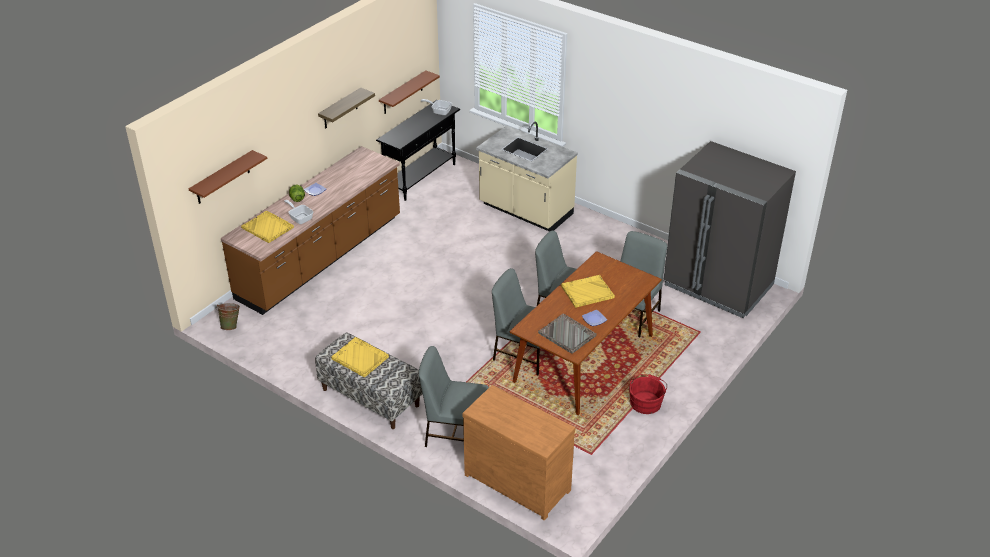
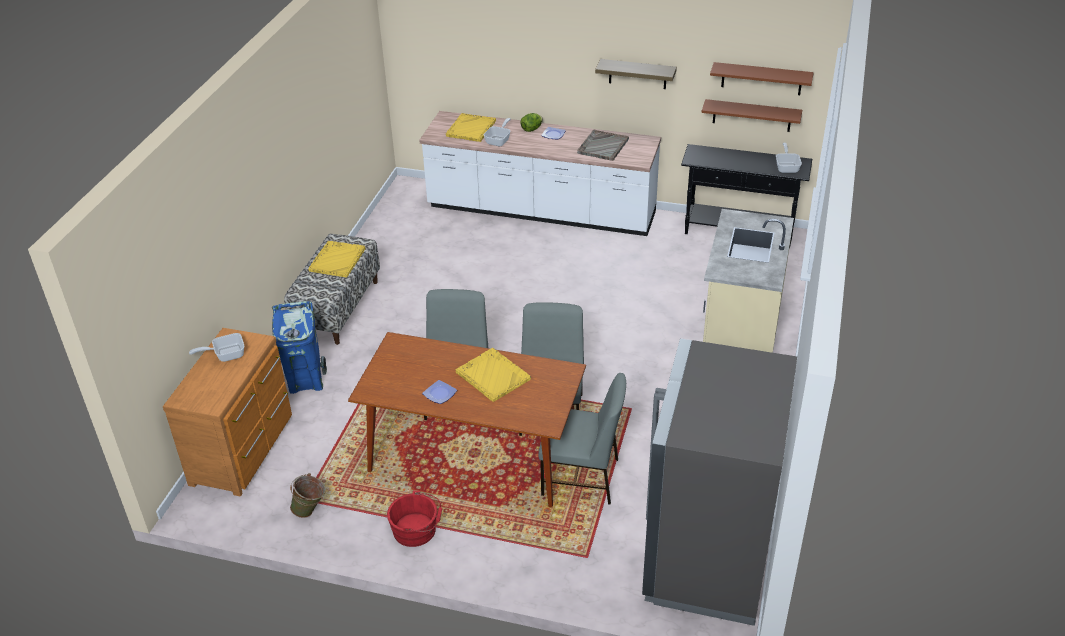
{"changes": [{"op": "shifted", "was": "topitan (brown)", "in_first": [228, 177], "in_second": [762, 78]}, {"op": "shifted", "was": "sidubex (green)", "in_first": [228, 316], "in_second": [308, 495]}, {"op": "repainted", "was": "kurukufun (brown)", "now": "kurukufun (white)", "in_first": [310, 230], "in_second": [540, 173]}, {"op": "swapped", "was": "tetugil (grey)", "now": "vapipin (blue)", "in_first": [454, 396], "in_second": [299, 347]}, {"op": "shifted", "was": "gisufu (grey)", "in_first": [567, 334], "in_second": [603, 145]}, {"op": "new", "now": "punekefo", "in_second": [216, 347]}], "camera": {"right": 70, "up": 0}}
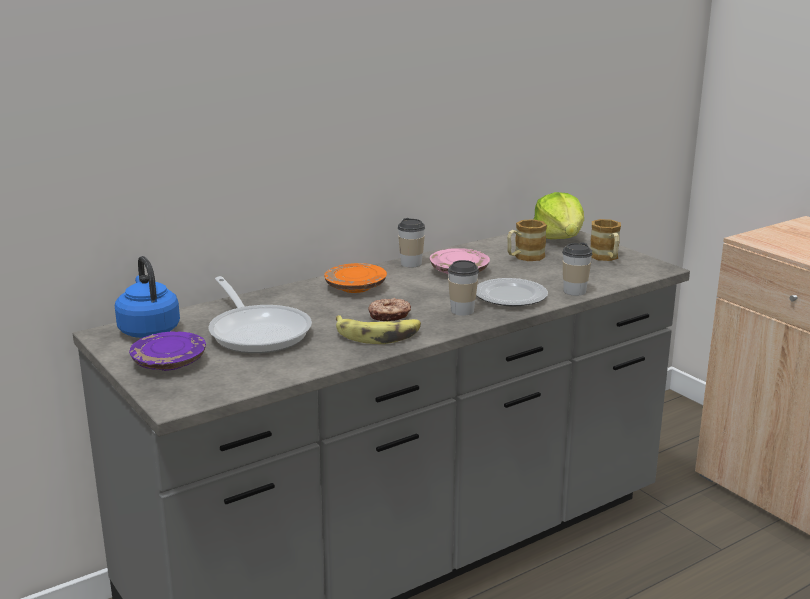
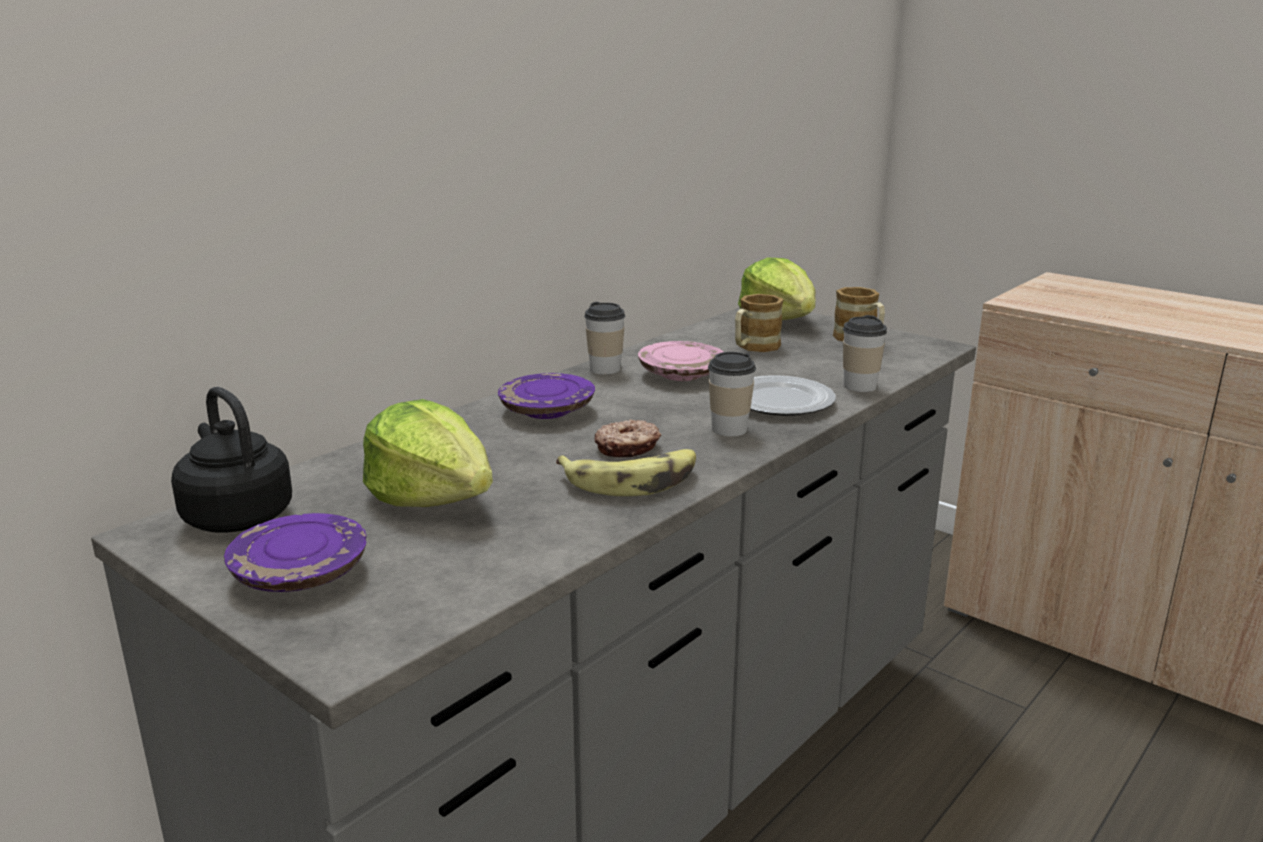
{"changes": [{"op": "repainted", "was": "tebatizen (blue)", "now": "tebatizen (black)", "in_first": [147, 297], "in_second": [231, 460]}, {"op": "swapped", "was": "punekefo", "now": "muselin", "in_first": [260, 314], "in_second": [428, 453]}, {"op": "repainted", "was": "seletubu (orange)", "now": "seletubu (purple)", "in_first": [355, 278], "in_second": [546, 396]}], "camera": {"right": -15, "up": 0}}
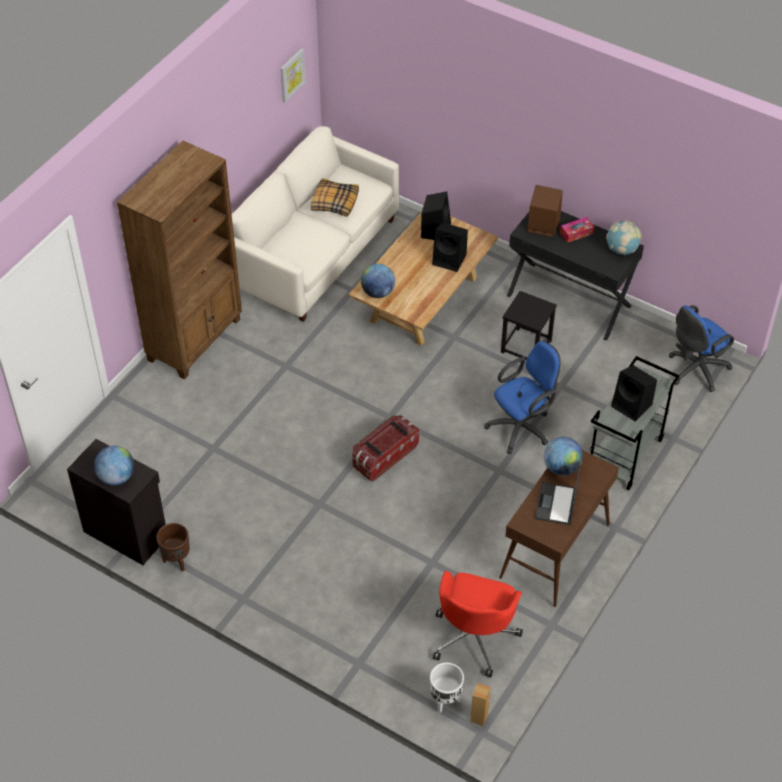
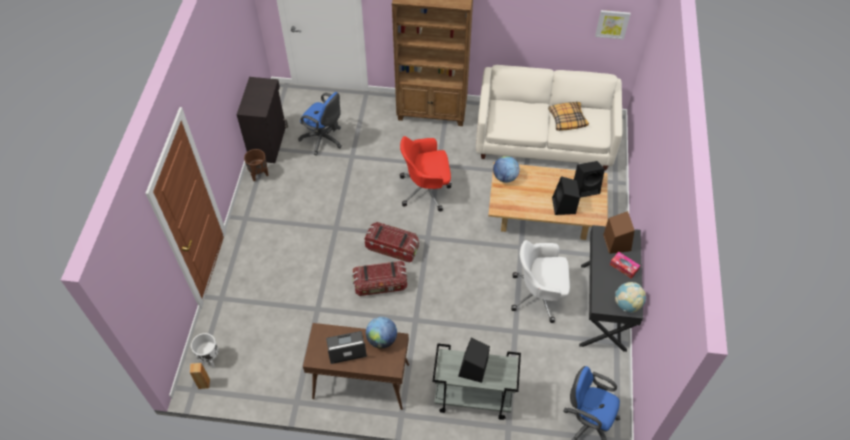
{"changes": [{"op": "gone", "was": "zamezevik", "in_first": [114, 465]}, {"op": "shifted", "was": "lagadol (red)", "in_first": [478, 624], "in_second": [426, 174]}, {"op": "shifted", "was": "lagadol (blue)", "in_first": [522, 397], "in_second": [320, 124]}, {"op": "swapped", "was": "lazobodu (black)", "now": "lagadol (white)", "in_first": [529, 325], "in_second": [540, 281]}, {"op": "new", "now": "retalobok", "in_second": [379, 278]}], "camera": {"right": 65, "up": 5}}
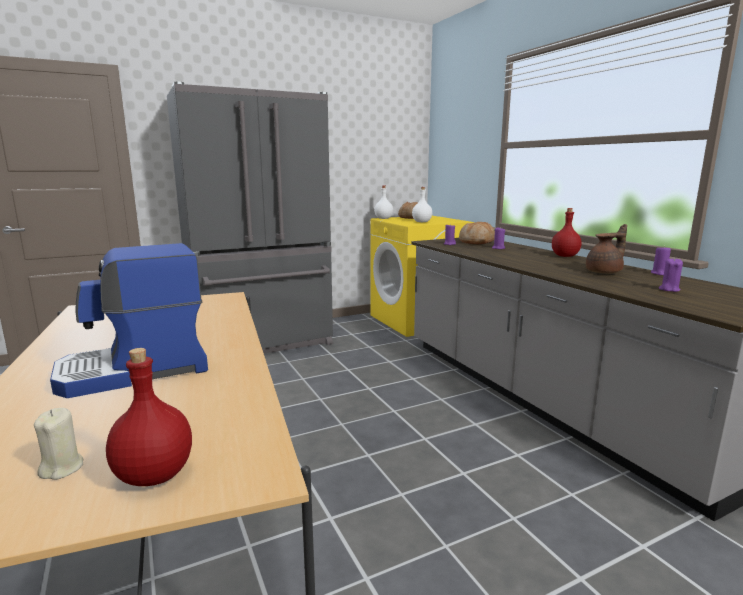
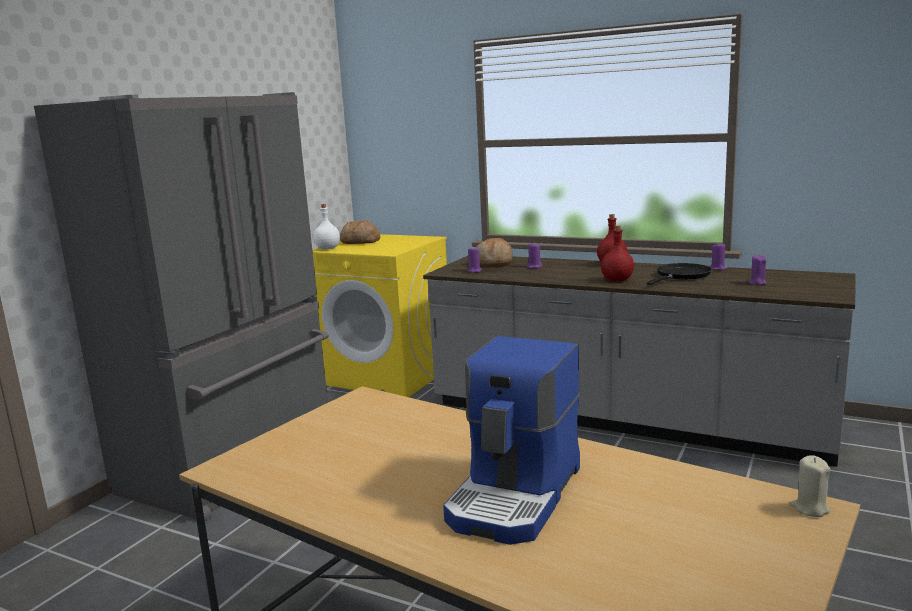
{"changes": [{"op": "shifted", "was": "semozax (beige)", "in_first": [58, 444], "in_second": [810, 486]}, {"op": "shifted", "was": "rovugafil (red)", "in_first": [149, 417], "in_second": [617, 253]}, {"op": "gone", "was": "rovugafil (white)", "in_first": [422, 204]}, {"op": "swapped", "was": "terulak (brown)", "now": "punekefo (black)", "in_first": [606, 248], "in_second": [679, 274]}], "camera": {"right": -35, "up": 0}}
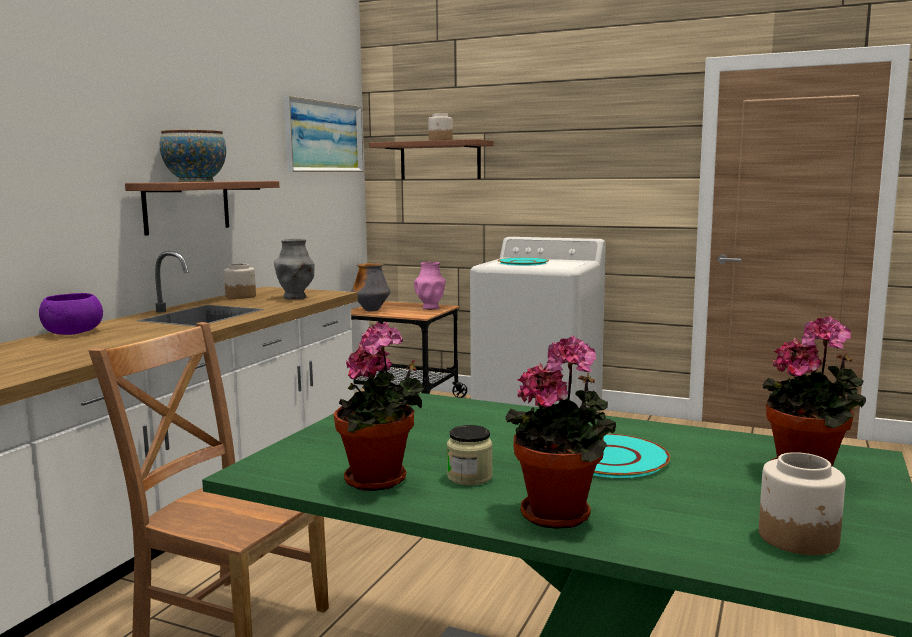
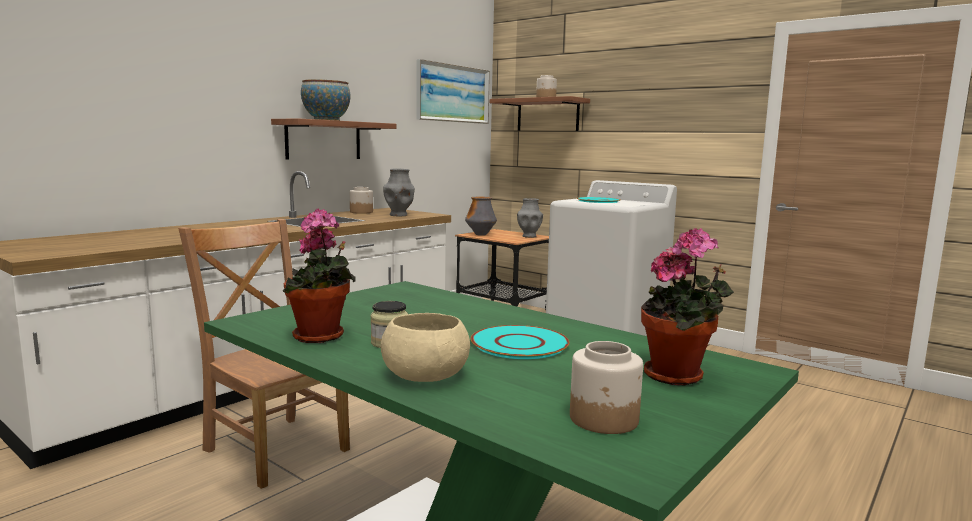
{"changes": [{"op": "gone", "was": "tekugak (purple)", "in_first": [71, 314]}, {"op": "repainted", "was": "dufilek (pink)", "now": "dufilek (grey)", "in_first": [430, 286], "in_second": [530, 218]}, {"op": "swapped", "was": "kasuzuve", "now": "tekugak (beige)", "in_first": [560, 432], "in_second": [425, 347]}], "camera": {"right": 15, "up": 0}}
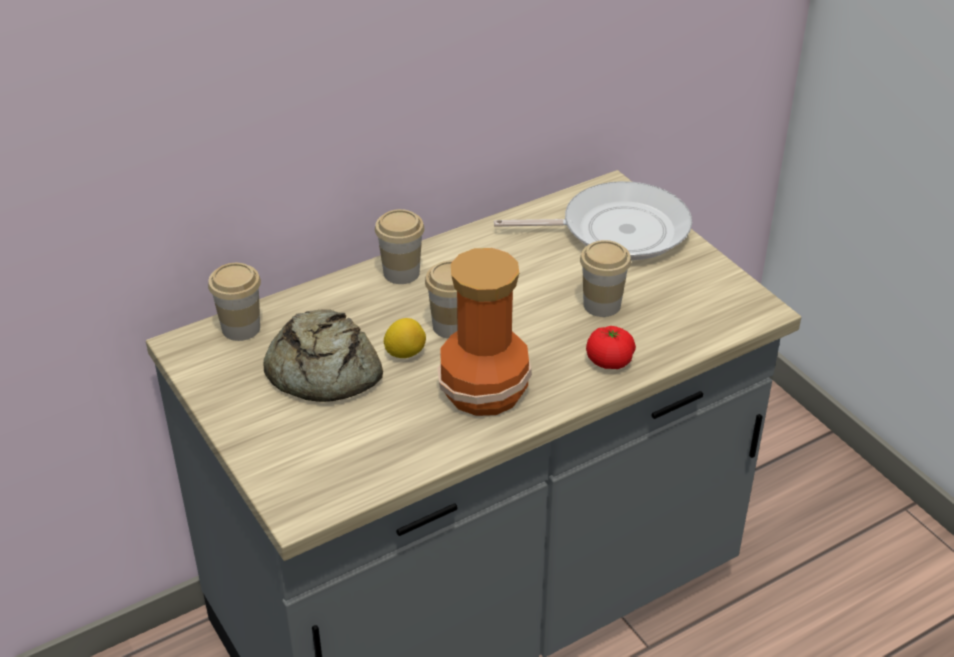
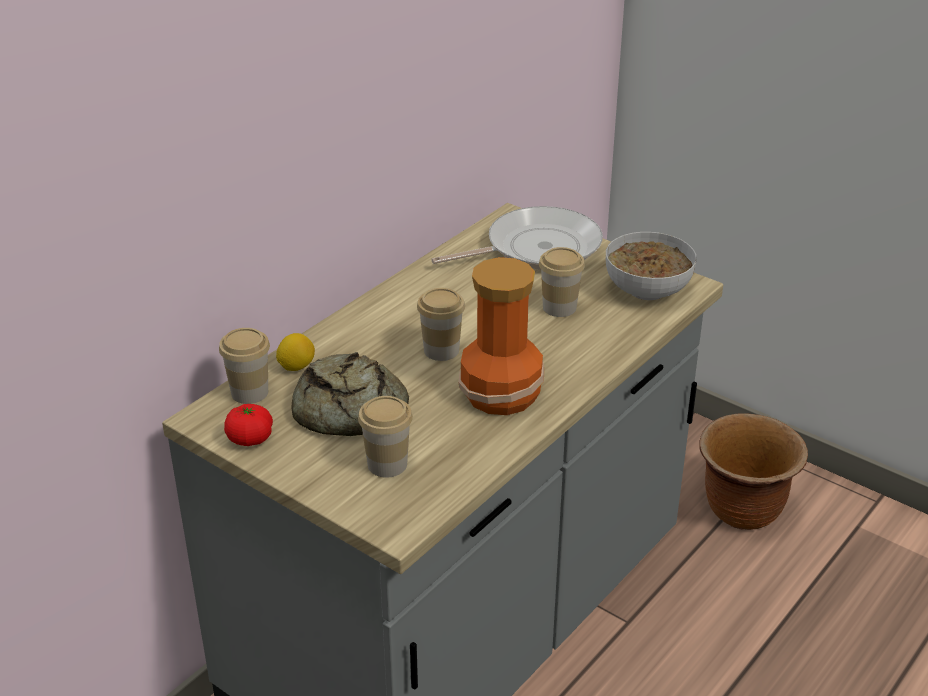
{"changes": [{"op": "shifted", "was": "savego", "in_first": [399, 246], "in_second": [385, 437]}, {"op": "shifted", "was": "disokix", "in_first": [405, 338], "in_second": [295, 352]}, {"op": "shifted", "was": "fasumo", "in_first": [611, 347], "in_second": [248, 425]}, {"op": "new", "now": "tekugak", "in_second": [651, 266]}, {"op": "new", "now": "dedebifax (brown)", "in_second": [753, 471]}], "camera": {"right": -20, "up": -5}}
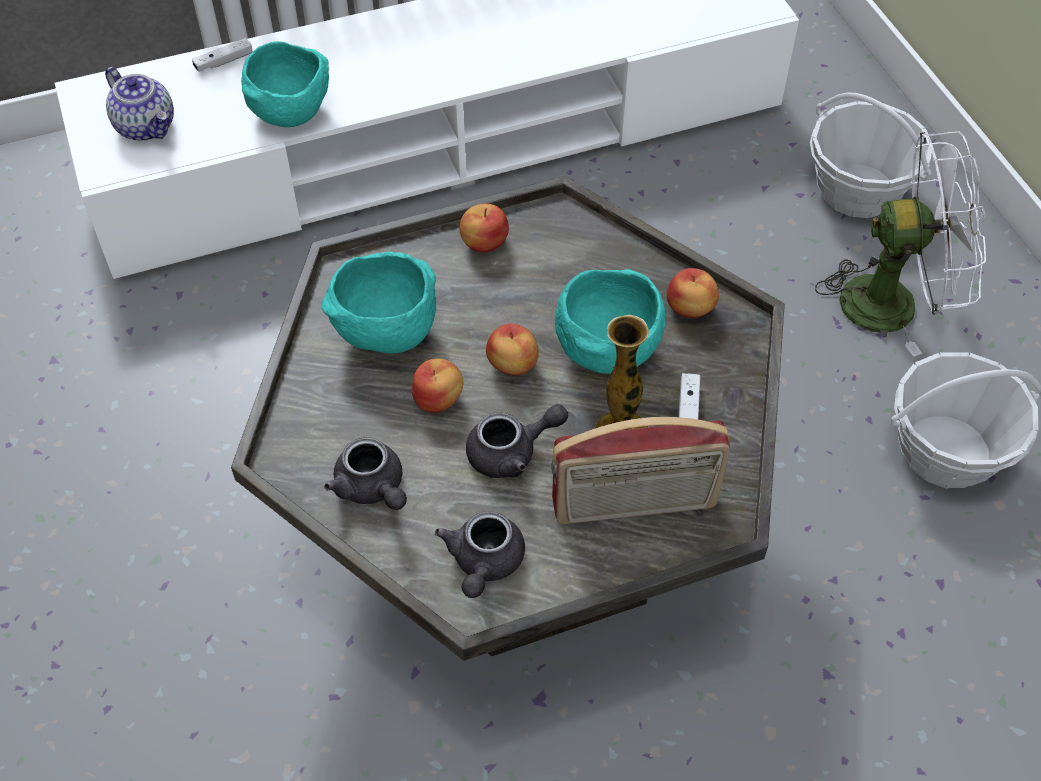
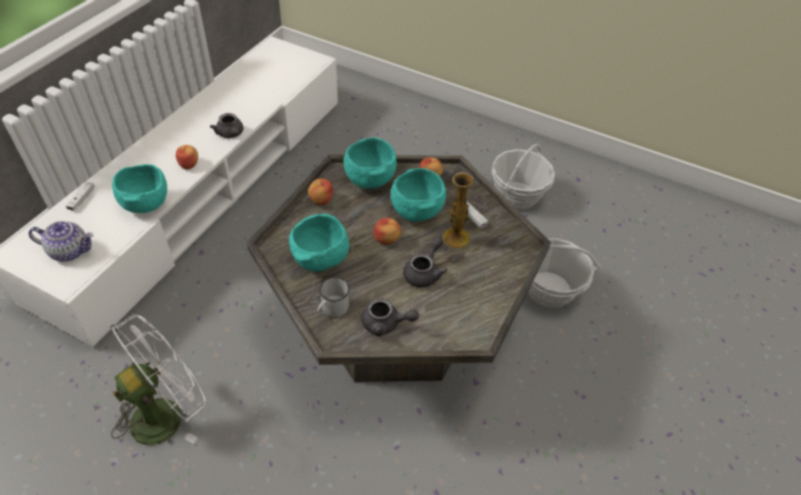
{"changes": [{"op": "shifted", "was": "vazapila", "in_first": [437, 386], "in_second": [187, 157]}, {"op": "shifted", "was": "terulak (grey)", "in_first": [480, 554], "in_second": [226, 125]}, {"op": "gone", "was": "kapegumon", "in_first": [640, 470]}, {"op": "shifted", "was": "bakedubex", "in_first": [871, 155], "in_second": [564, 273]}, {"op": "shifted", "was": "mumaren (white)", "in_first": [900, 244], "in_second": [158, 379]}, {"op": "new", "now": "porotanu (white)", "in_second": [333, 297]}, {"op": "new", "now": "tekugak (turquoise)", "in_second": [370, 163]}], "camera": {"right": -45, "up": -5}}
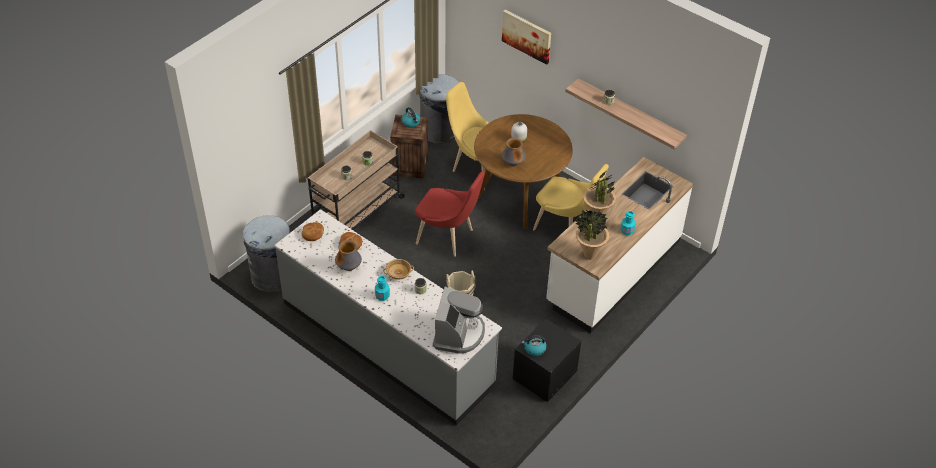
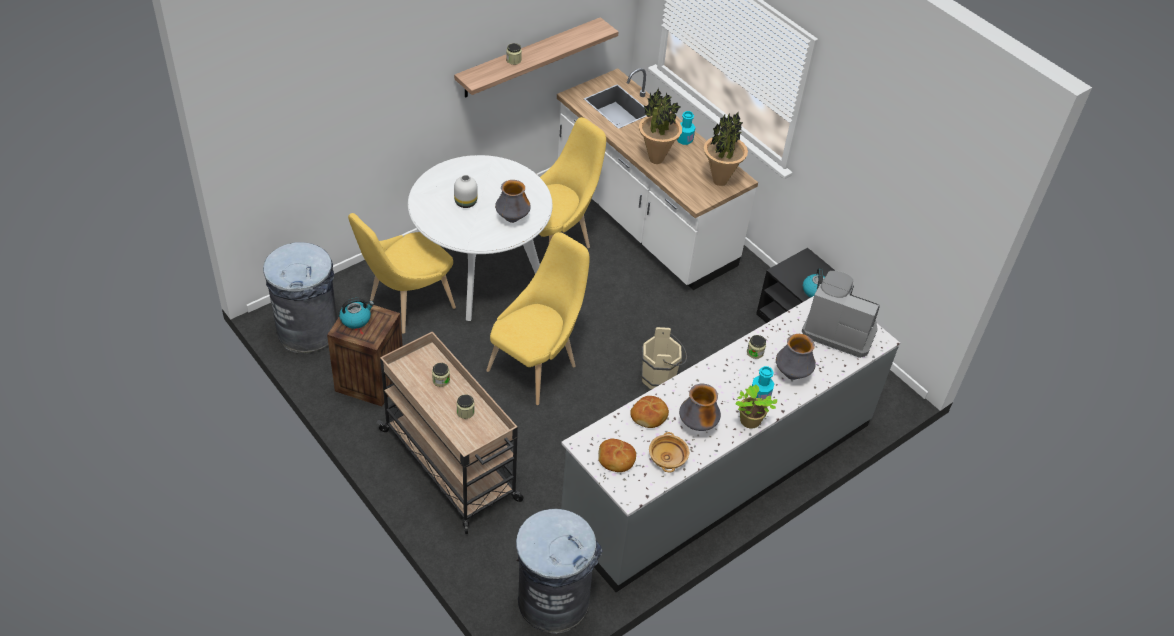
{"changes": [{"op": "shifted", "was": "tekugak (beige)", "in_first": [398, 269], "in_second": [669, 452]}, {"op": "repainted", "was": "tetugil (red)", "now": "tetugil (yellow)", "in_first": [450, 214], "in_second": [538, 318]}, {"op": "repainted", "was": "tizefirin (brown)", "now": "tizefirin (white)", "in_first": [523, 171], "in_second": [480, 238]}, {"op": "gone", "was": "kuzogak", "in_first": [526, 37]}, {"op": "new", "now": "kasuzuve", "in_second": [756, 406]}, {"op": "new", "now": "dufilek", "in_second": [796, 357]}], "camera": {"right": -80, "up": 0}}
